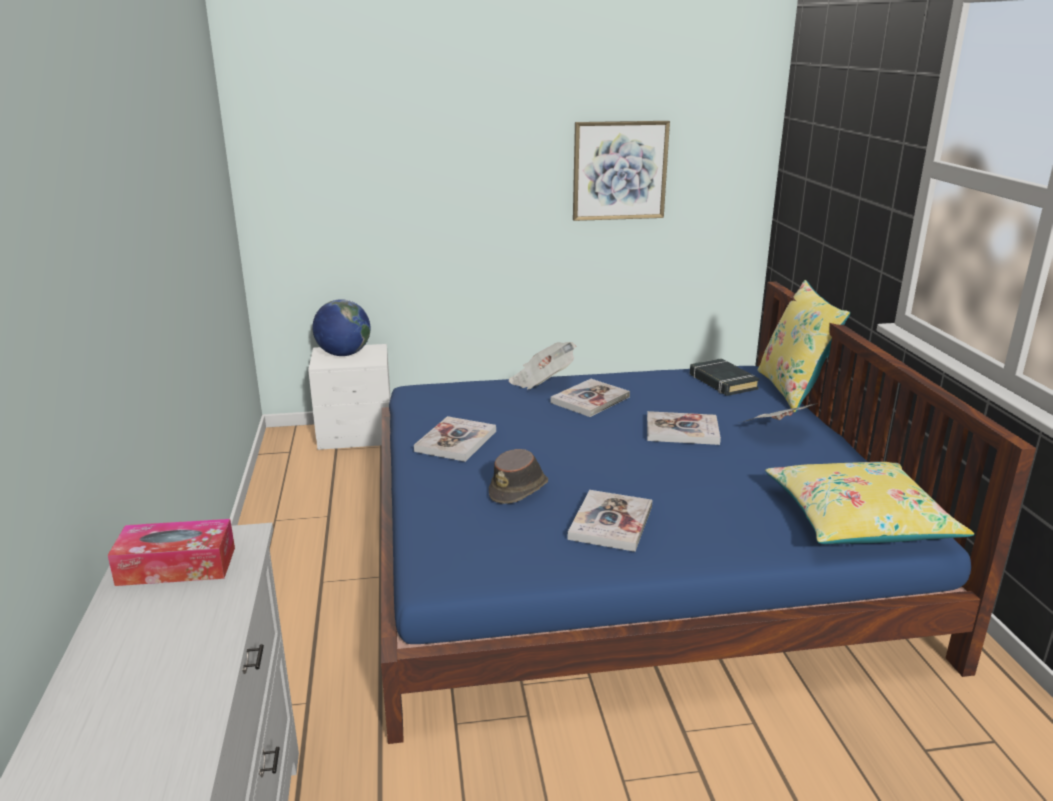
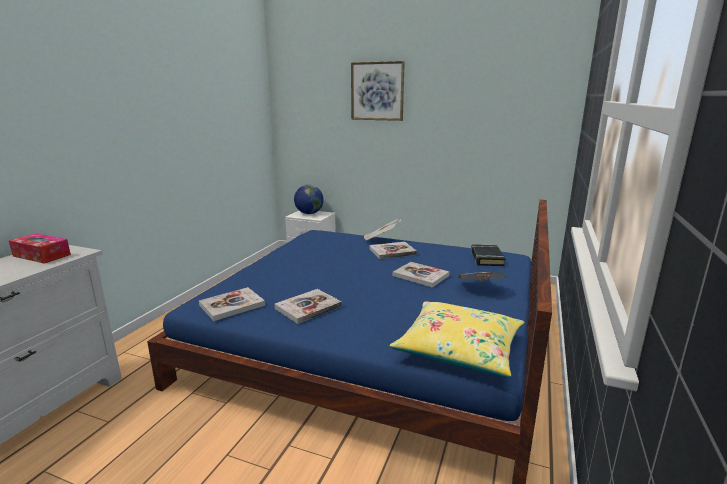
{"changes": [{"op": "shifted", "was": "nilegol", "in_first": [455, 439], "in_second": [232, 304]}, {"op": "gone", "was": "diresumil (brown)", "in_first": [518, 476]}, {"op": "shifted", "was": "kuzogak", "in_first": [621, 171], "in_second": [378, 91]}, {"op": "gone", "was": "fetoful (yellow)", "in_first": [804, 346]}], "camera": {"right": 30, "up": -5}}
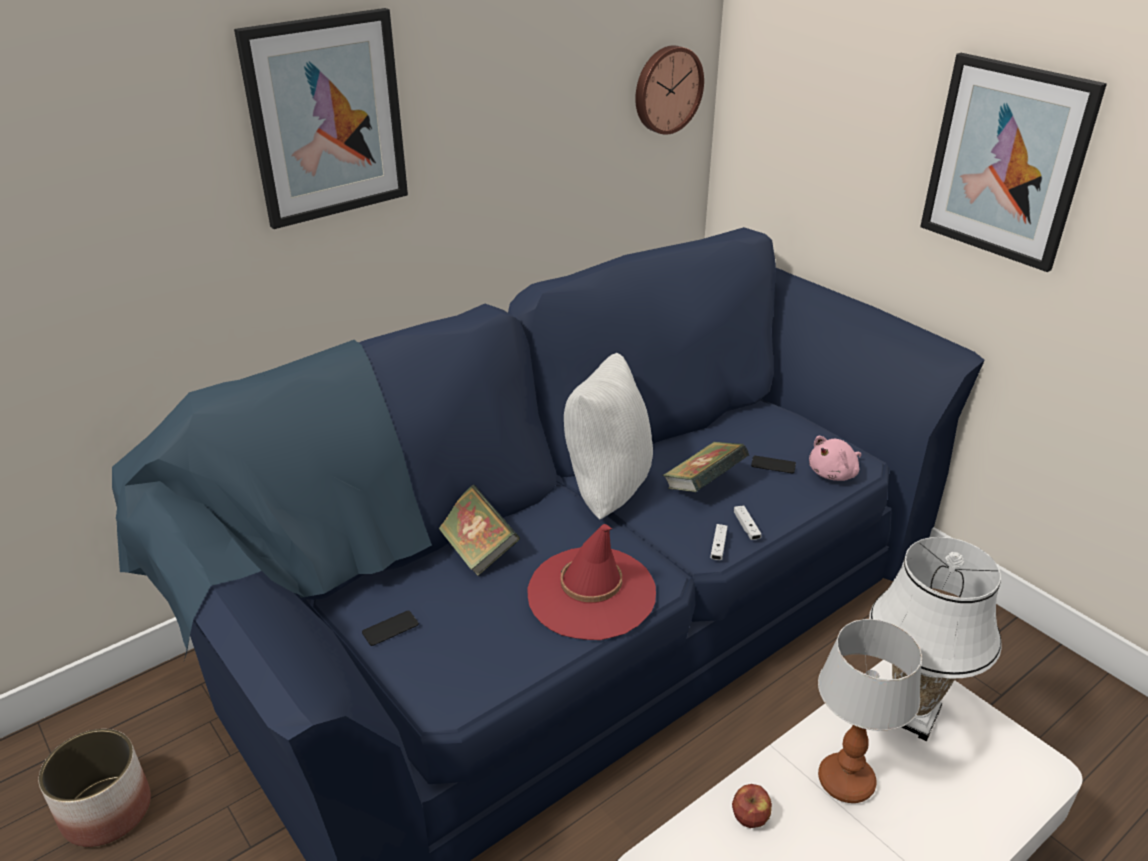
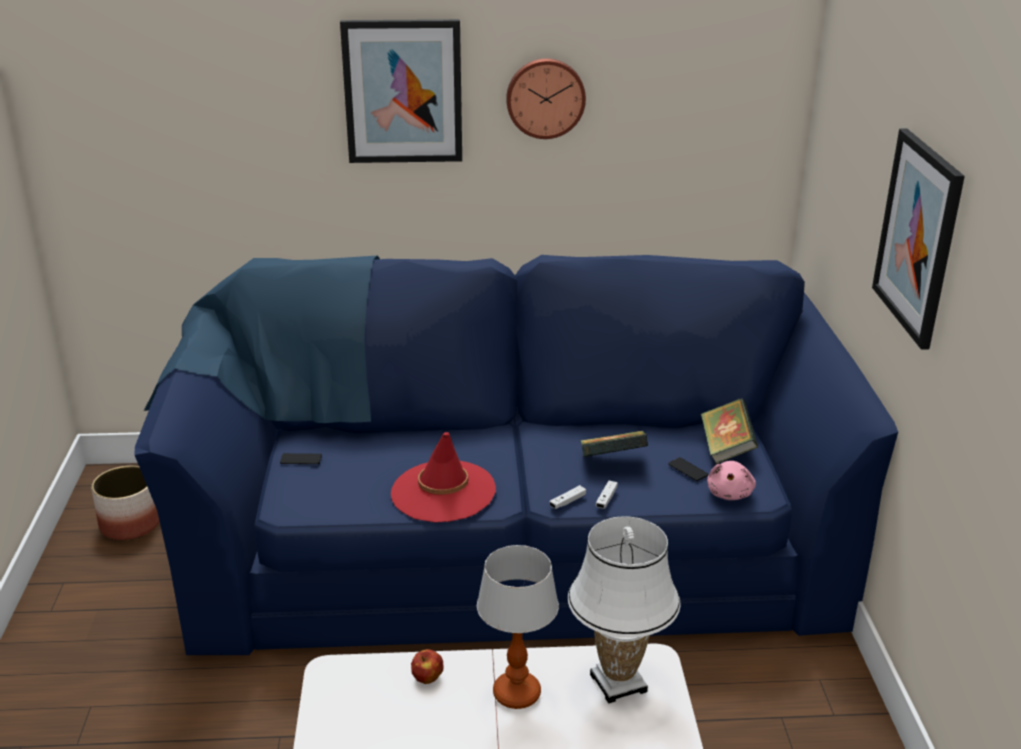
{"changes": [{"op": "shifted", "was": "nilegol", "in_first": [479, 530], "in_second": [729, 431]}, {"op": "gone", "was": "fetoful (white)", "in_first": [608, 436]}, {"op": "shifted", "was": "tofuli", "in_first": [669, 90], "in_second": [546, 99]}, {"op": "rotated", "was": "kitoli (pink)", "in_first": [835, 458], "in_second": [731, 480], "clockwise": -75}], "camera": {"right": 35, "up": -5}}
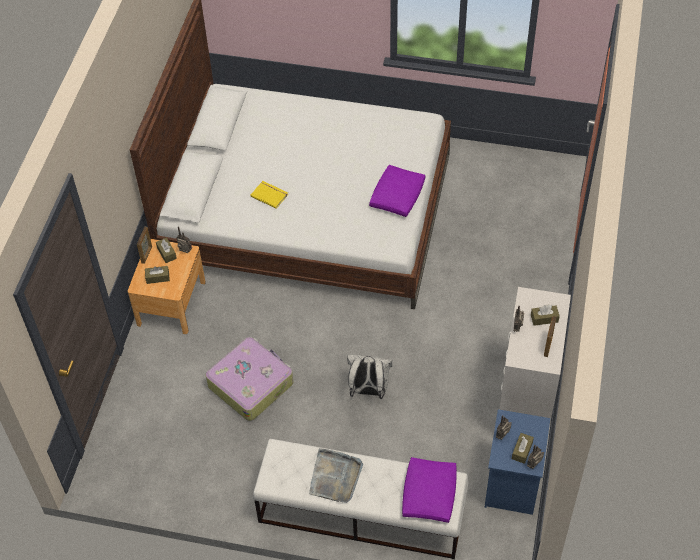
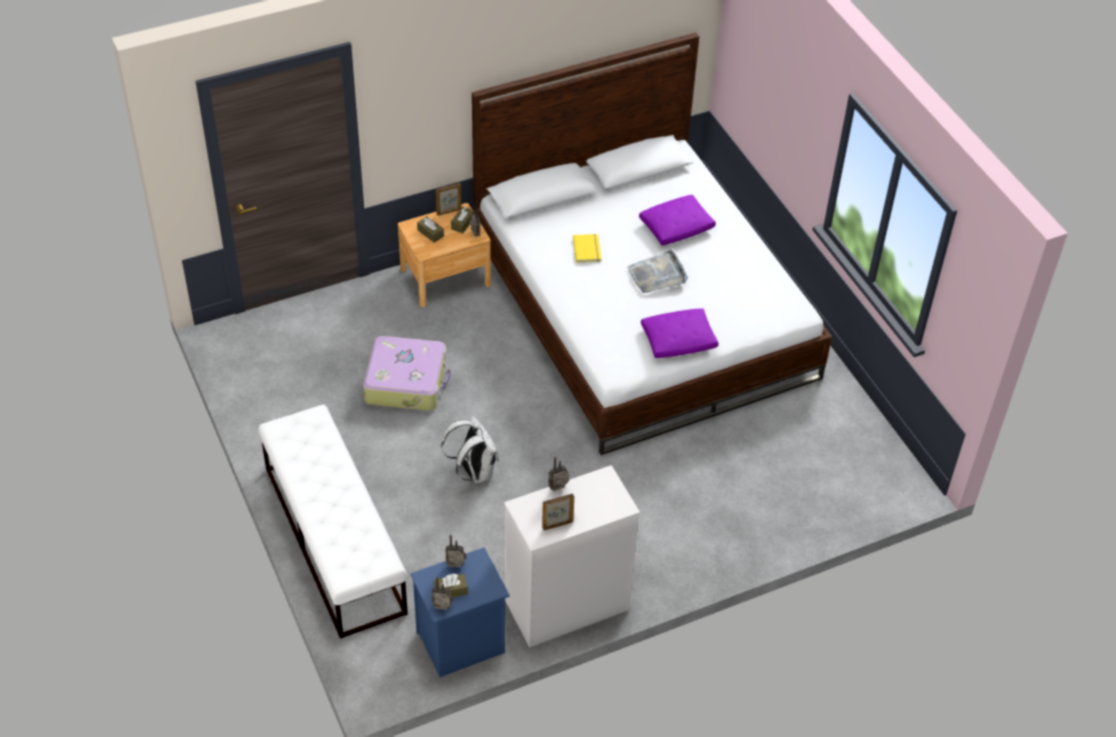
{"changes": [{"op": "shifted", "was": "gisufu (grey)", "in_first": [336, 475], "in_second": [657, 271]}, {"op": "shifted", "was": "fetoful (purple)", "in_first": [429, 490], "in_second": [677, 220]}, {"op": "gone", "was": "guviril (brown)", "in_first": [545, 315]}], "camera": {"right": 50, "up": -5}}
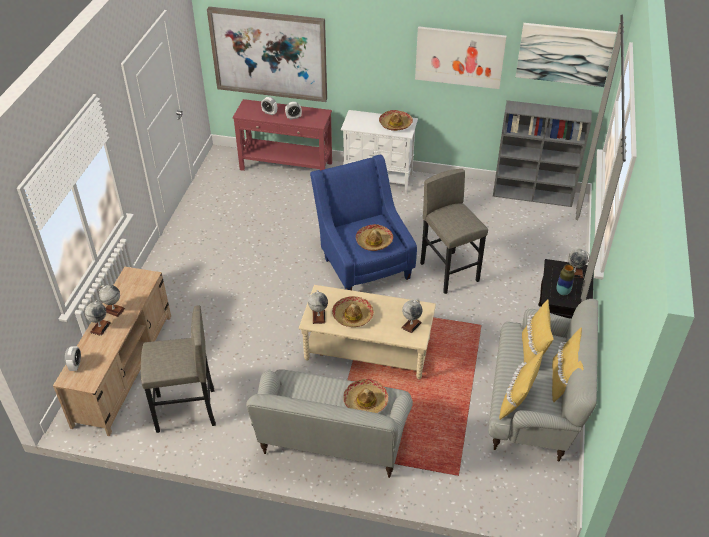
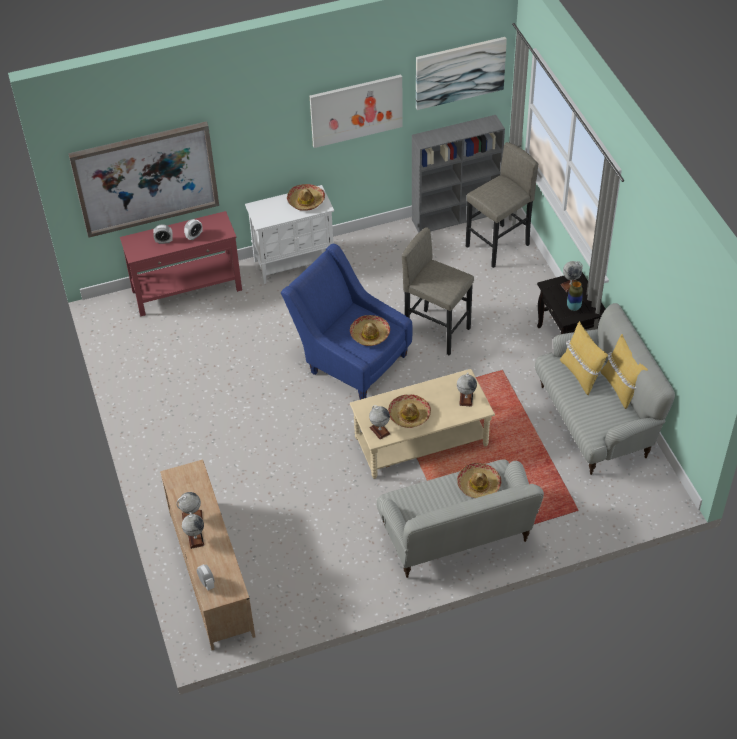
{"changes": [{"op": "shifted", "was": "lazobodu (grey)", "in_first": [178, 369], "in_second": [502, 205]}, {"op": "gone", "was": "fetoful (yellow)", "in_first": [521, 385]}], "camera": {"right": -30, "up": 5}}
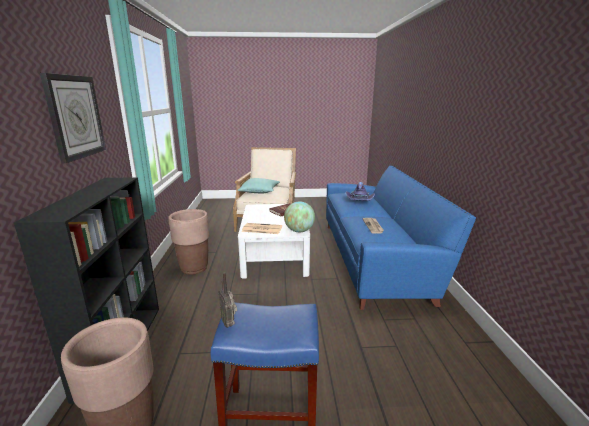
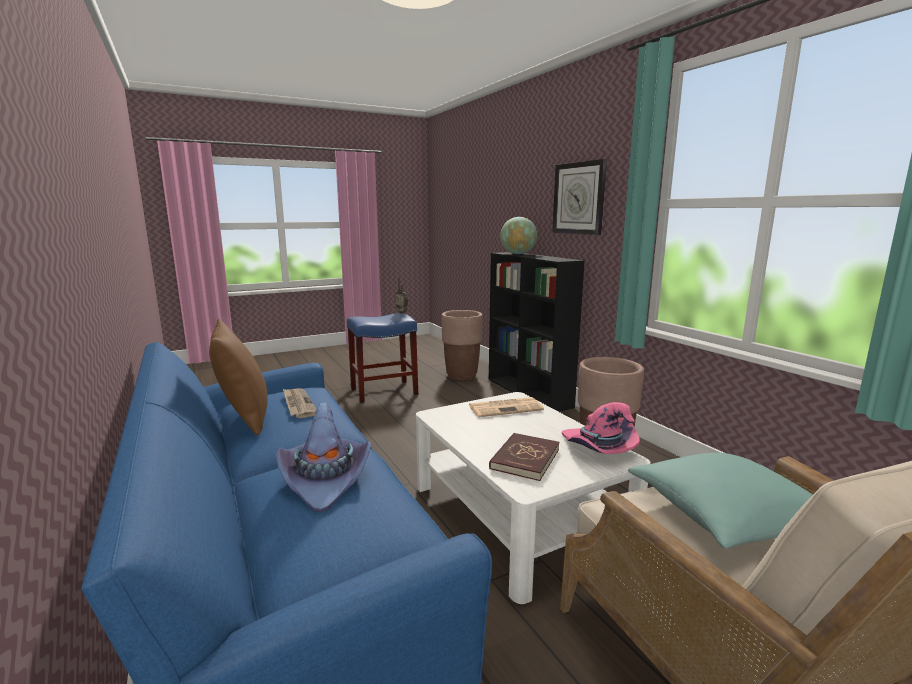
{"changes": [{"op": "shifted", "was": "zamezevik", "in_first": [299, 216], "in_second": [518, 235]}, {"op": "new", "now": "fetoful (brown)", "in_second": [238, 377]}, {"op": "new", "now": "diresumil (pink)", "in_second": [600, 428]}], "camera": {"right": 155, "up": -5}}
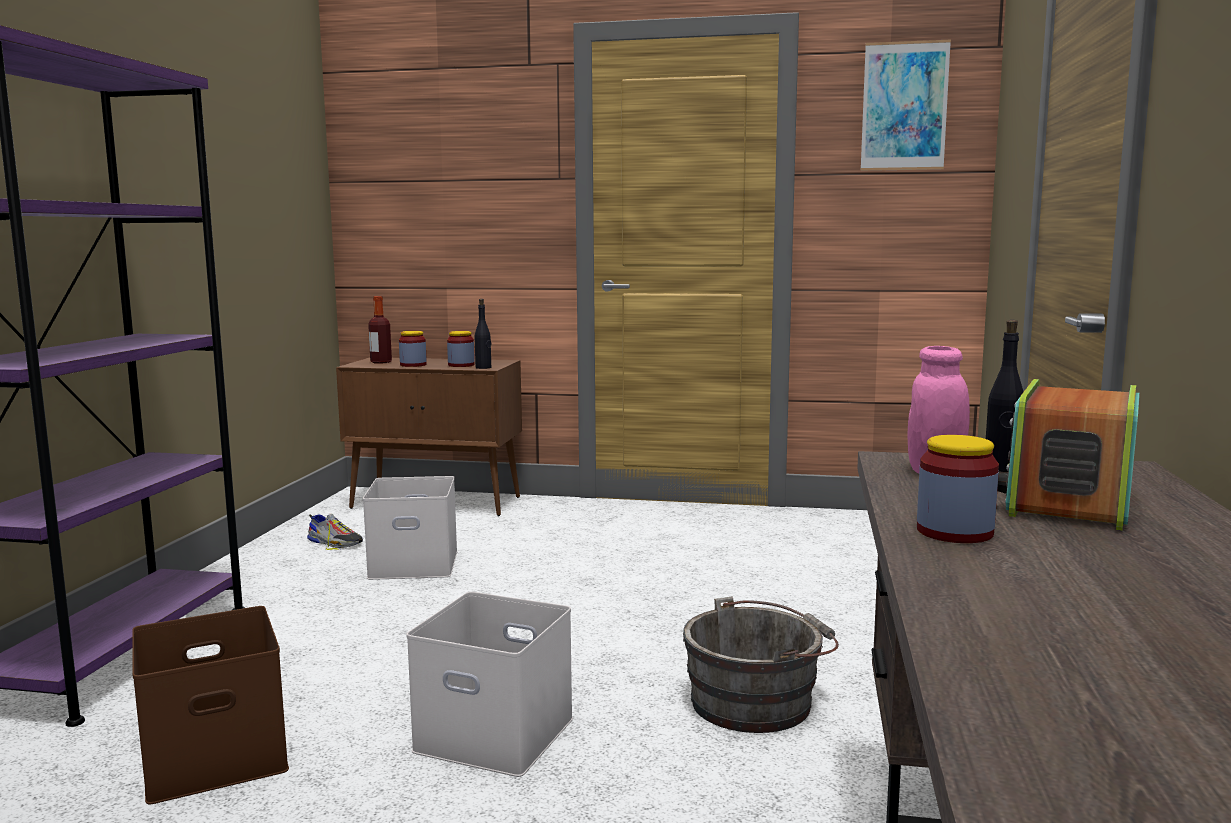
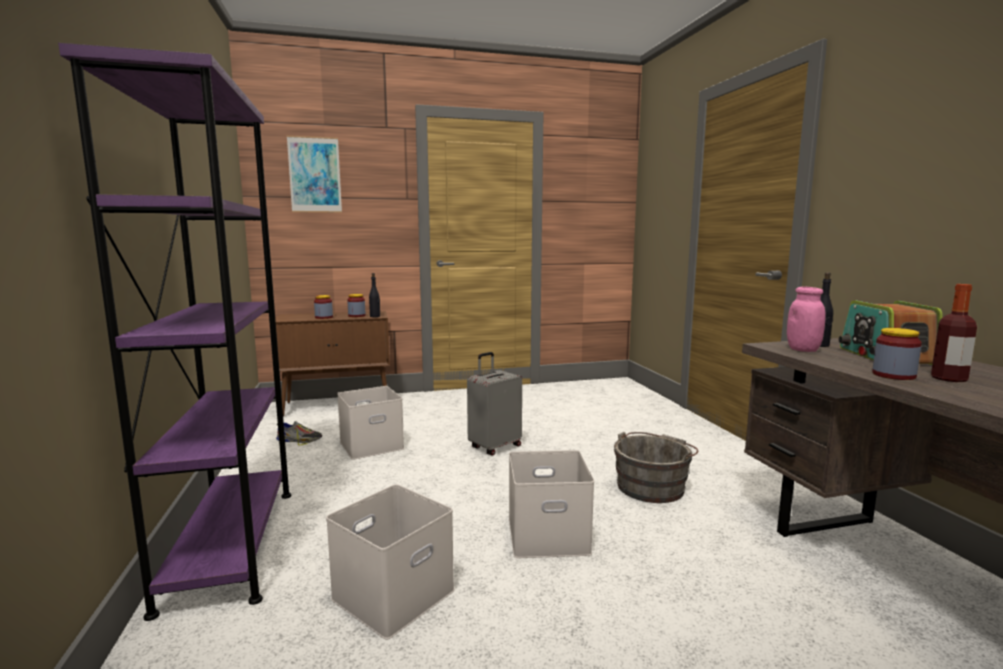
{"changes": [{"op": "repainted", "was": "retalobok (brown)", "now": "retalobok (white)", "in_first": [210, 705], "in_second": [390, 562]}, {"op": "shifted", "was": "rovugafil", "in_first": [380, 330], "in_second": [954, 333]}, {"op": "shifted", "was": "kuzogak", "in_first": [906, 105], "in_second": [314, 174]}, {"op": "new", "now": "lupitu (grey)", "in_second": [494, 404]}], "camera": {"right": -25, "up": 0}}
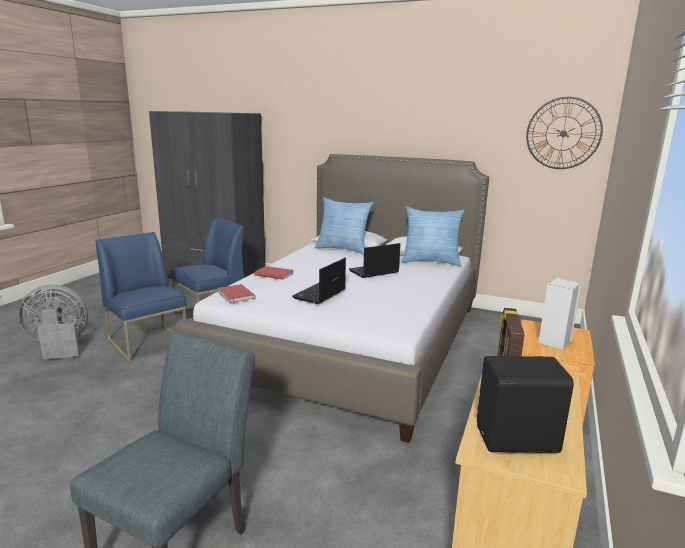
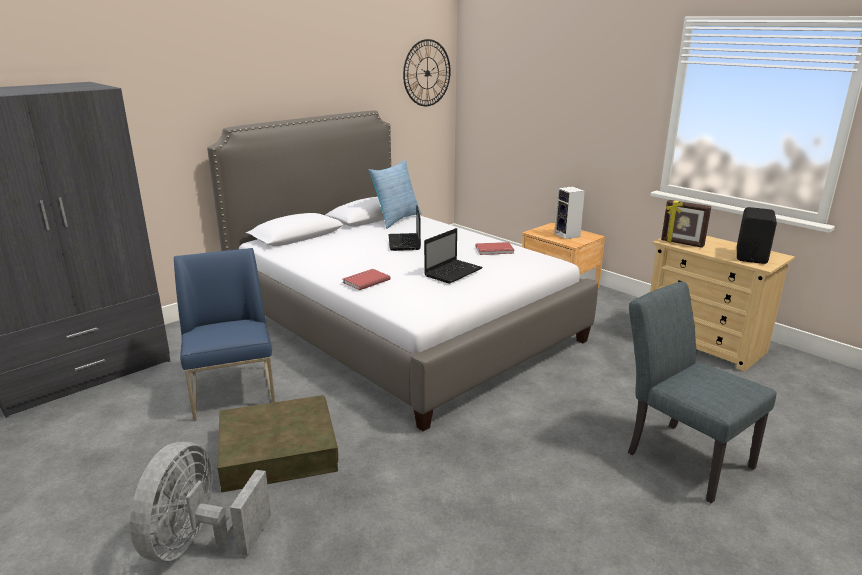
{"changes": [{"op": "swapped", "was": "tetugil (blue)", "now": "retalobok (brown)", "in_first": [141, 297], "in_second": [277, 443]}, {"op": "shifted", "was": "nilegol (red)", "in_first": [236, 293], "in_second": [495, 248]}, {"op": "rotated", "was": "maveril", "in_first": [319, 281], "in_second": [453, 256], "clockwise": -105}, {"op": "gone", "was": "fetoful", "in_first": [344, 226]}], "camera": {"right": -65, "up": 5}}
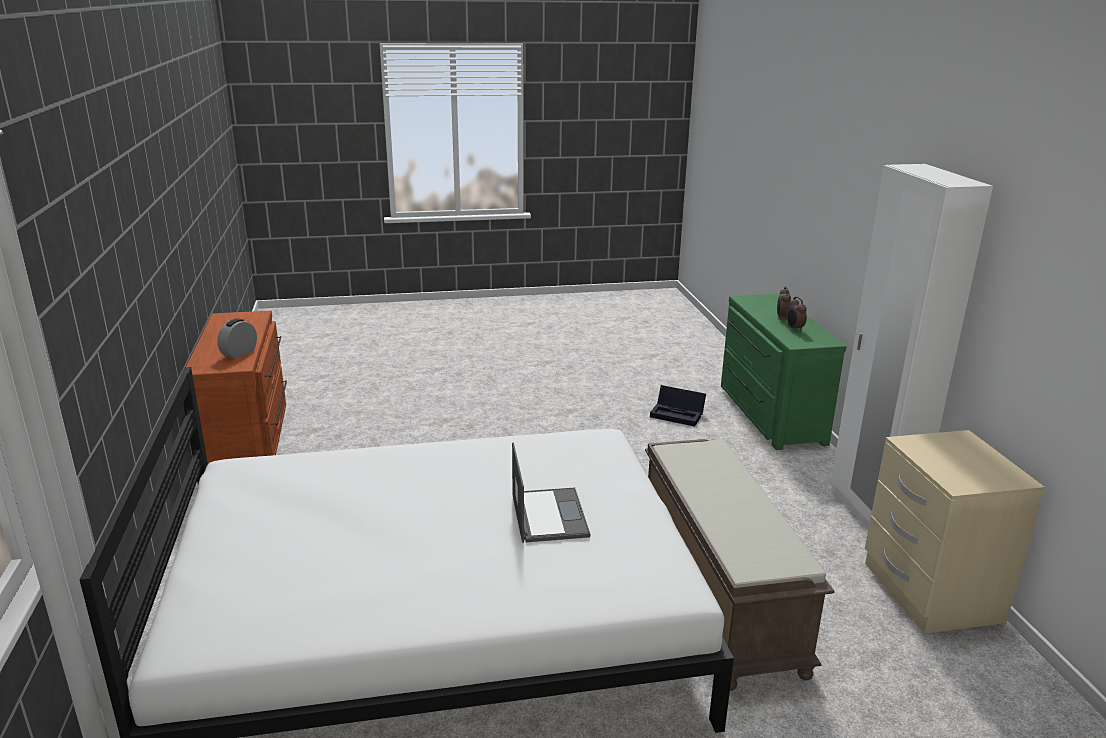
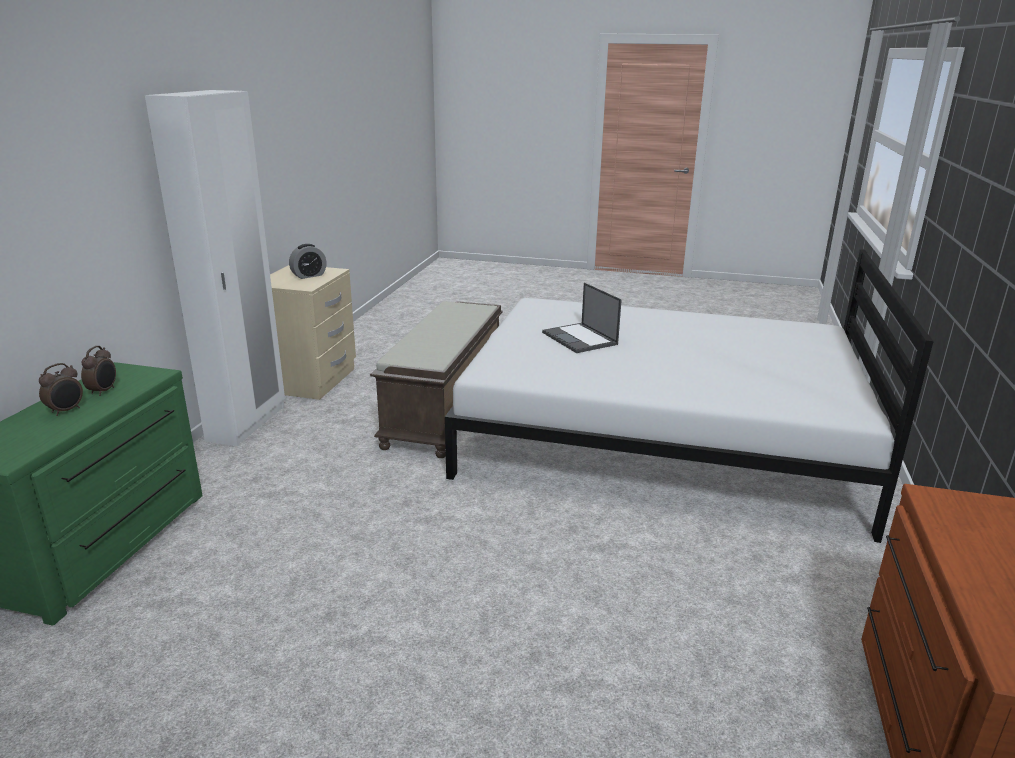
{"changes": [{"op": "shifted", "was": "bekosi", "in_first": [237, 338], "in_second": [308, 261]}, {"op": "rotated", "was": "maveril", "in_first": [551, 492], "in_second": [582, 317], "clockwise": -45}, {"op": "gone", "was": "retalobok (black)", "in_first": [678, 406]}], "camera": {"right": -155, "up": 0}}
